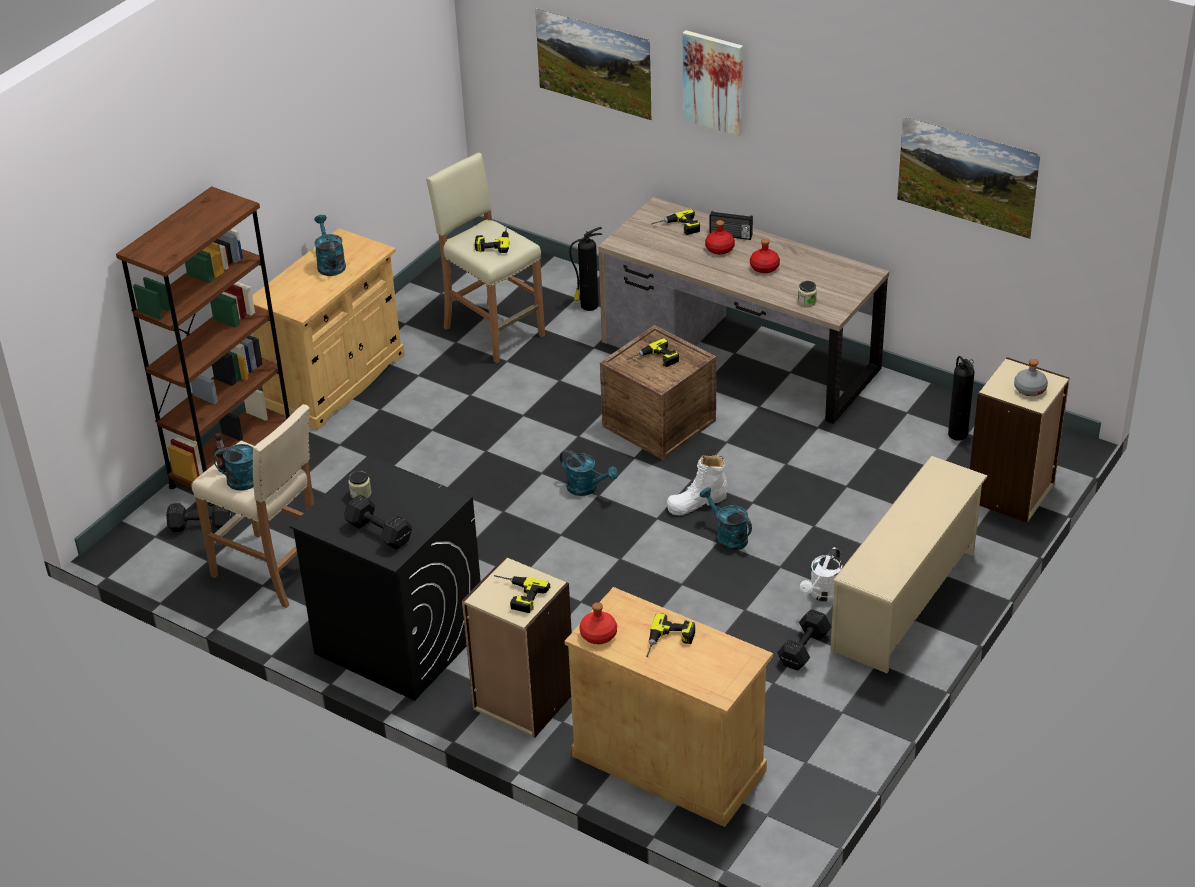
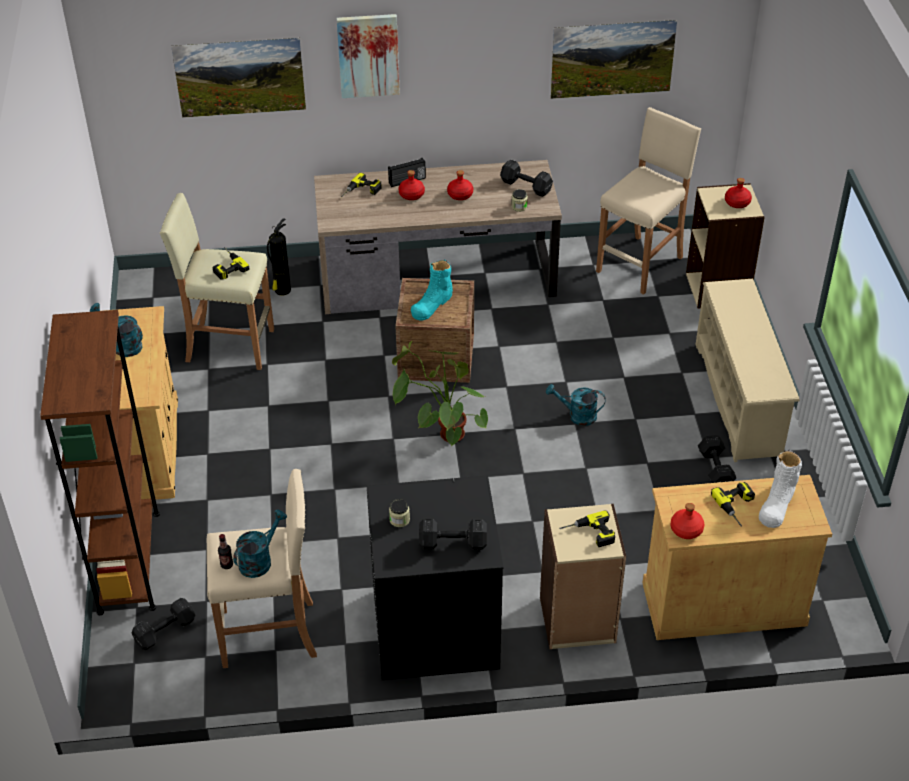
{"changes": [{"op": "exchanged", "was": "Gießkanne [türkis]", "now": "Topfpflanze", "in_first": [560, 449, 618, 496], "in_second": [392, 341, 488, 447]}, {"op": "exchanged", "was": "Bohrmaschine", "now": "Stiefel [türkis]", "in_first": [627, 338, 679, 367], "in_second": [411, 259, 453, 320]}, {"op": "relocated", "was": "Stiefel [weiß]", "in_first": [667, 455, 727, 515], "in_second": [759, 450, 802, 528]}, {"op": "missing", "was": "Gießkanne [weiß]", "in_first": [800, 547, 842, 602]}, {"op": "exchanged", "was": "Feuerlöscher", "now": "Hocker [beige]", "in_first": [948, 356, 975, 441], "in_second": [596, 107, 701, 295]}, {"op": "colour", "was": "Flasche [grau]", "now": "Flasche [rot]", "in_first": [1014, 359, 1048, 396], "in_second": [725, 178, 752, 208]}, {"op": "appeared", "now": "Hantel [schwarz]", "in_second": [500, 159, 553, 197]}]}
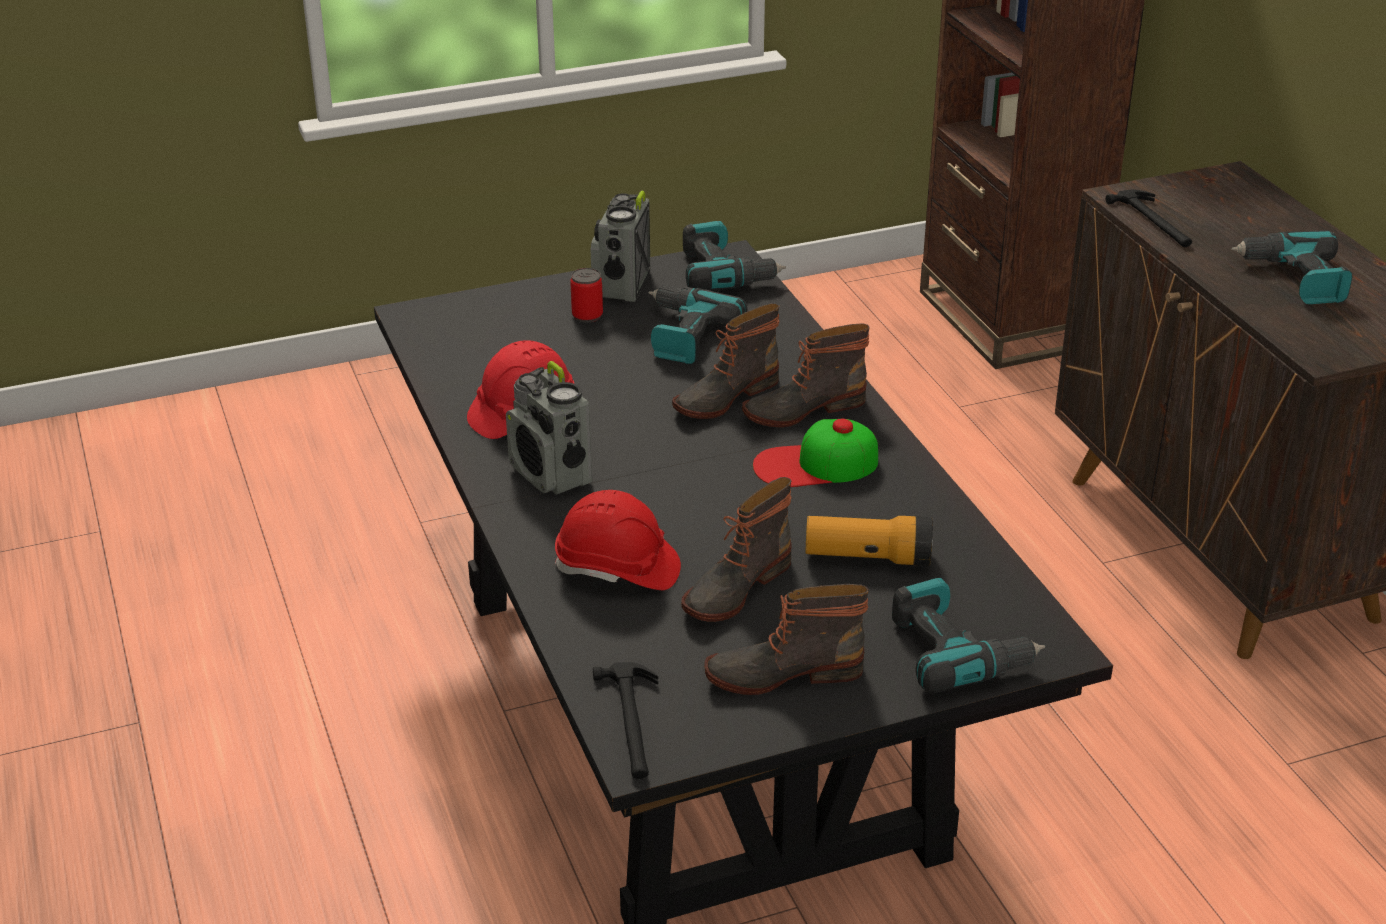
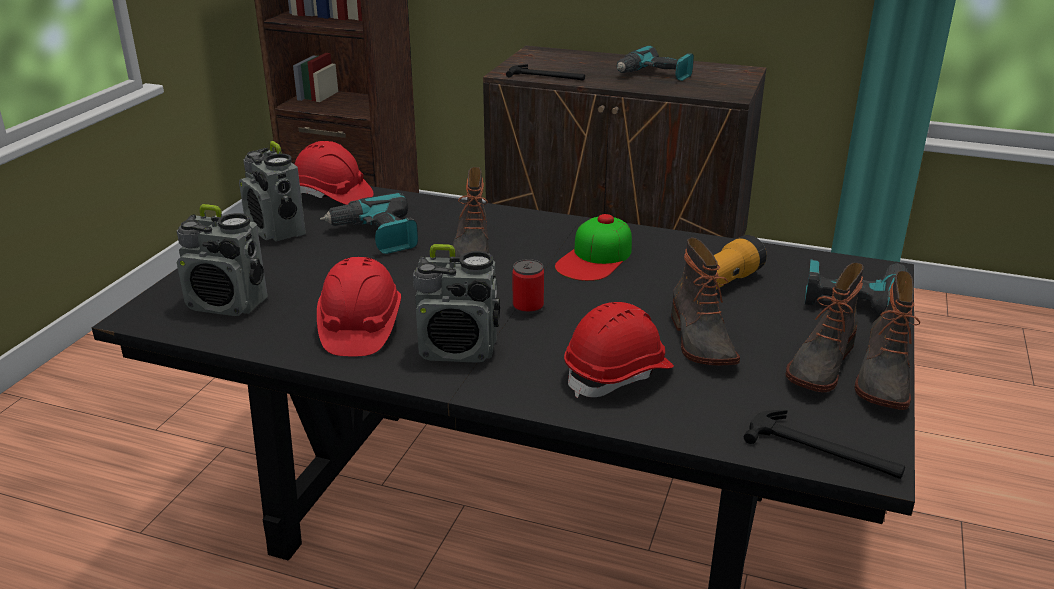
{"changes": [{"op": "relocated", "was": "Dose", "in_first": [570, 268, 603, 323], "in_second": [512, 259, 544, 314]}, {"op": "exchanged", "was": "Bohrmaschine", "now": "Schutzhelm [rot]", "in_first": [683, 221, 786, 291], "in_second": [295, 141, 373, 205]}, {"op": "relocated", "was": "Stiefel", "in_first": [742, 323, 870, 427], "in_second": [854, 271, 920, 410]}, {"op": "appeared", "now": "Radio", "in_second": [177, 204, 268, 316]}]}
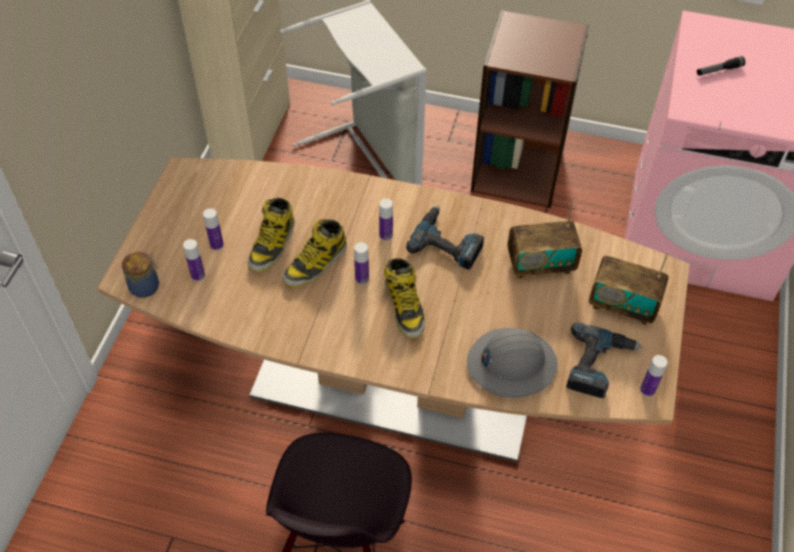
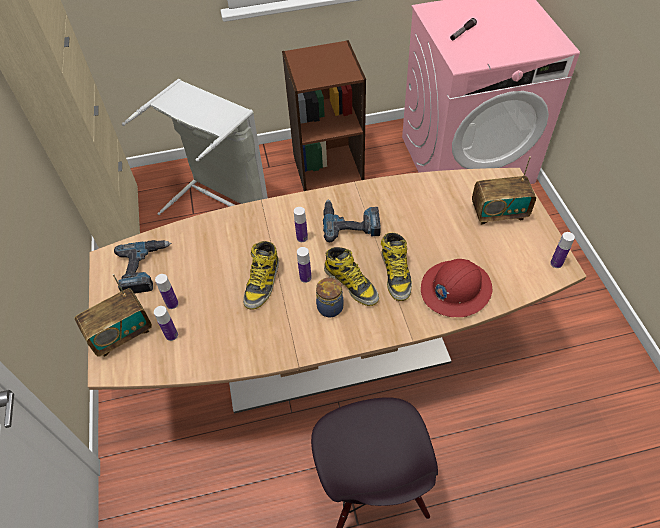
{"changes": [{"op": "relocated", "was": "Vorratsglas", "in_first": [122, 252, 159, 298], "in_second": [316, 276, 344, 318]}, {"op": "relocated", "was": "Stiefel", "in_first": [248, 198, 295, 272], "in_second": [381, 233, 412, 301]}, {"op": "colour", "was": "Schutzhelm [grau]", "now": "Schutzhelm [rot]", "in_first": [467, 328, 558, 398], "in_second": [421, 259, 492, 317]}, {"op": "relocated", "was": "Radio", "in_first": [508, 200, 582, 279], "in_second": [75, 274, 152, 357]}, {"op": "relocated", "was": "Bohrmaschine", "in_first": [566, 323, 643, 398], "in_second": [114, 240, 171, 294]}]}
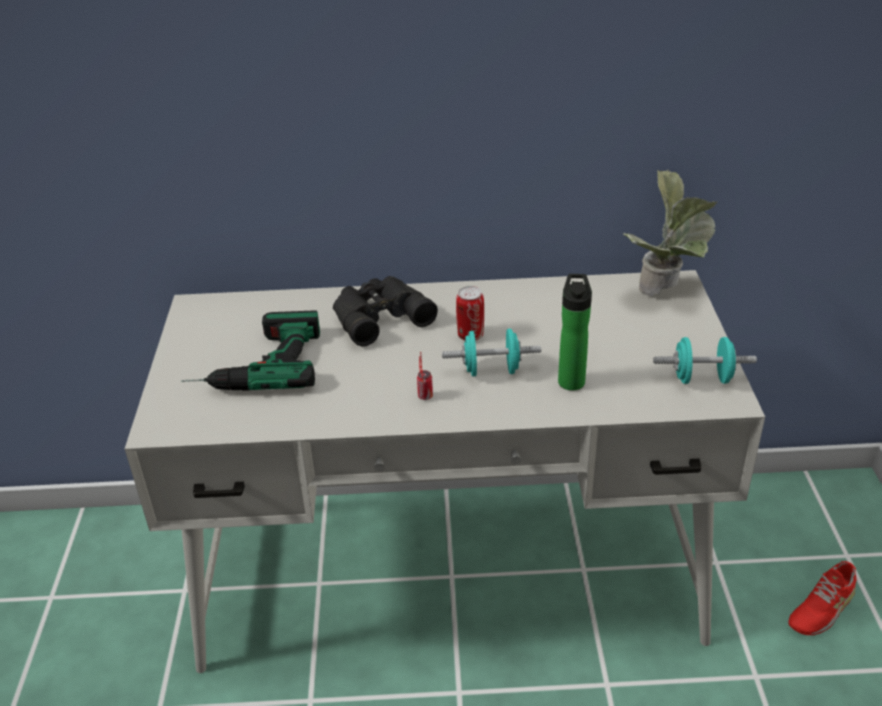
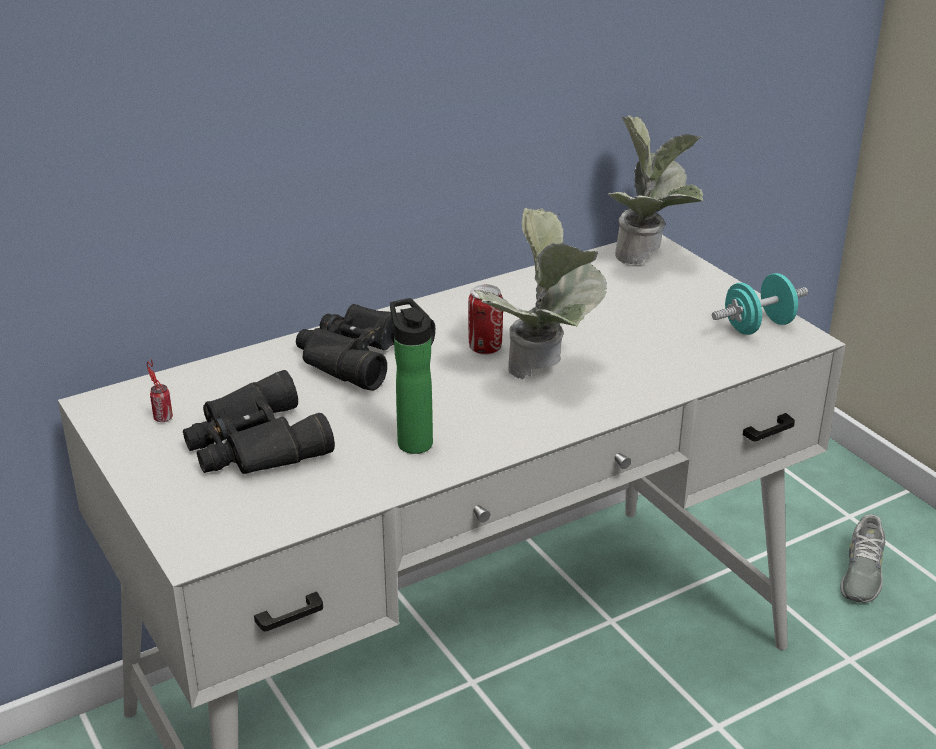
{"changes": [{"op": "exchanged", "was": "Bohrmaschine", "now": "Fernglas [schwarz]", "in_first": [181, 310, 320, 391], "in_second": [183, 370, 335, 474]}, {"op": "relocated", "was": "Dose", "in_first": [417, 352, 433, 400], "in_second": [147, 359, 173, 422]}, {"op": "exchanged", "was": "Hantel [türkis]", "now": "Topfpflanze", "in_first": [442, 329, 541, 376], "in_second": [474, 208, 607, 379]}, {"op": "relocated", "was": "Flasche", "in_first": [558, 274, 592, 391], "in_second": [390, 298, 433, 454]}, {"op": "colour", "was": "Schuh [rot]", "now": "Schuh [grau]", "in_first": [788, 561, 857, 635], "in_second": [840, 514, 885, 603]}]}
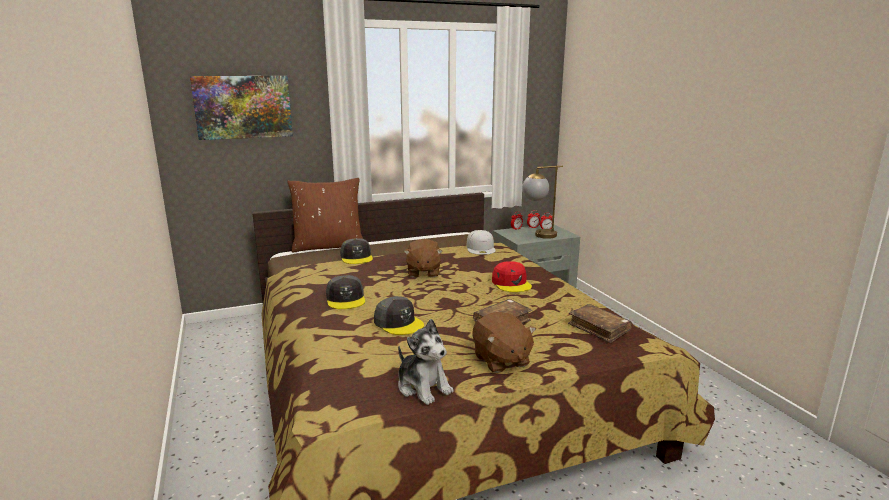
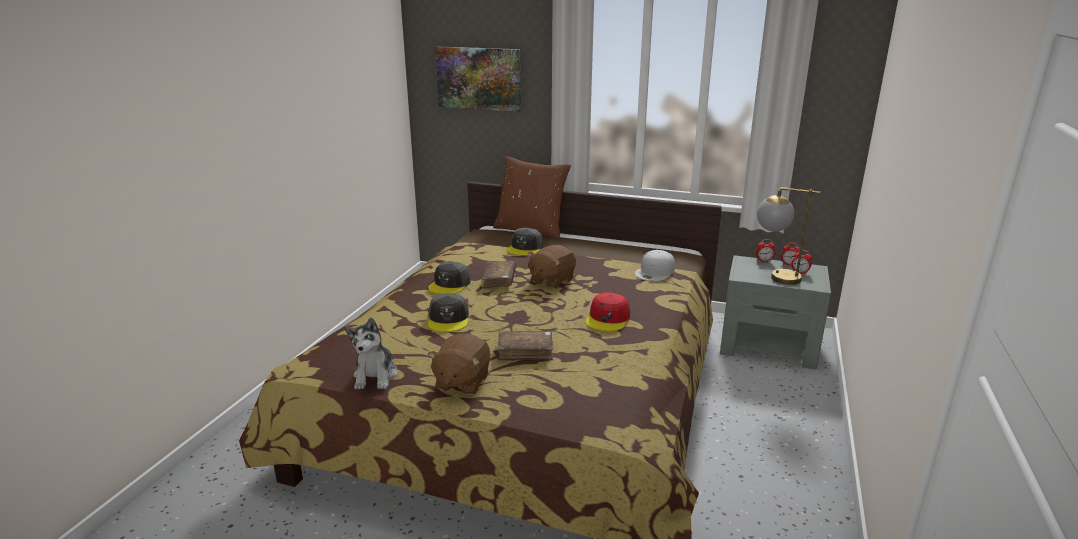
{"changes": [{"op": "relocated", "was": "Buch [braun]", "in_first": [568, 304, 632, 343], "in_second": [482, 261, 516, 289]}]}
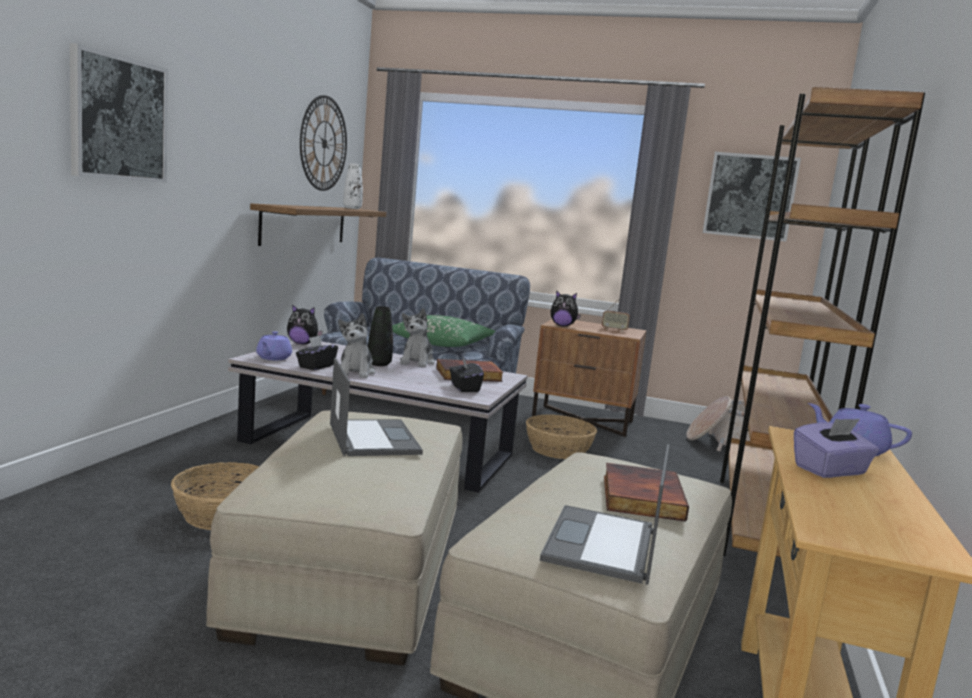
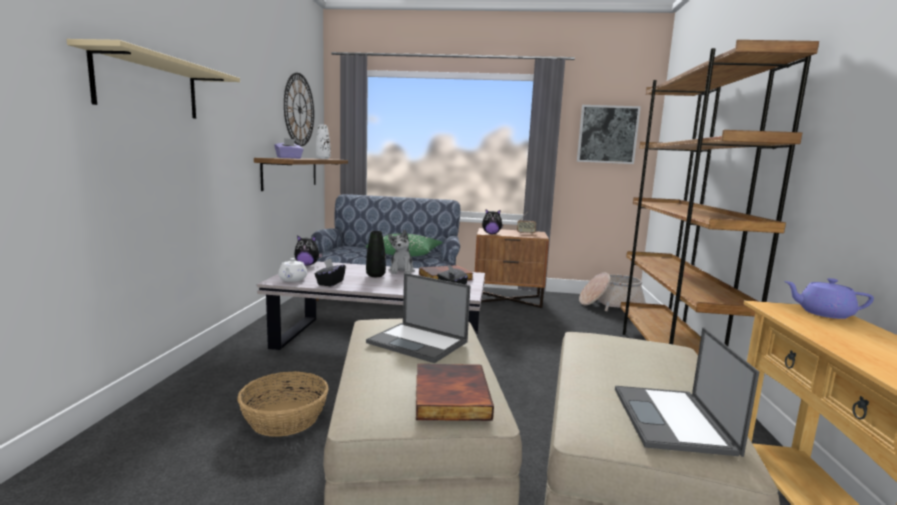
{"changes": [{"op": "exchanged", "was": "Bild", "now": "Wandregal [beige]", "in_first": [70, 43, 168, 183], "in_second": [67, 39, 240, 119]}, {"op": "colour", "was": "Teekanne [lila]", "now": "Teekanne [weiß]", "in_first": [256, 331, 292, 360], "in_second": [278, 258, 307, 282]}, {"op": "spun", "was": "Laptop", "in_first": [330, 357, 423, 456], "in_second": [366, 273, 470, 363], "clockwise": 150}, {"op": "missing", "was": "Plüschtier", "in_first": [338, 313, 375, 378]}, {"op": "missing", "was": "Korb", "in_first": [526, 414, 597, 459]}, {"op": "relocated", "was": "Buch", "in_first": [604, 463, 689, 521], "in_second": [416, 364, 494, 421]}, {"op": "relocated", "was": "Taschentuchbox [lila]", "in_first": [794, 419, 879, 478], "in_second": [274, 138, 304, 159]}]}
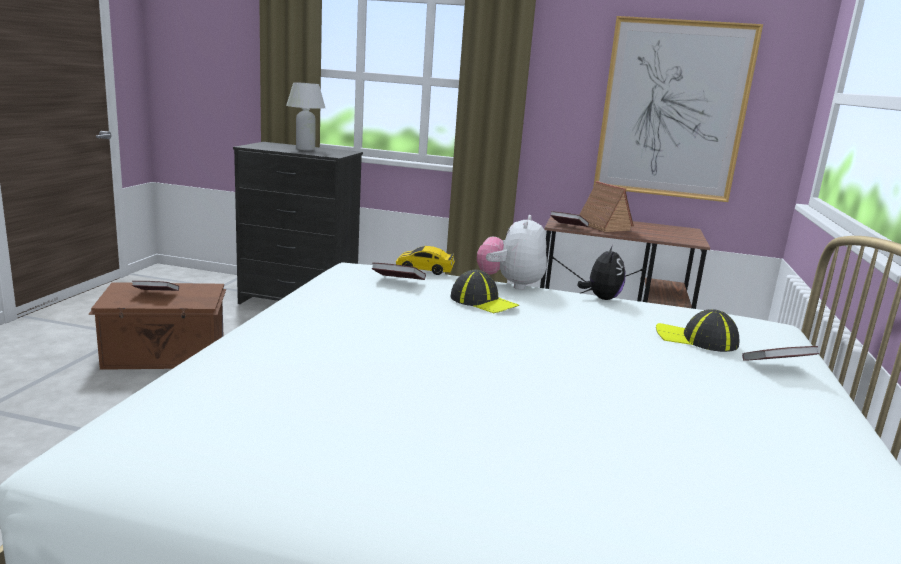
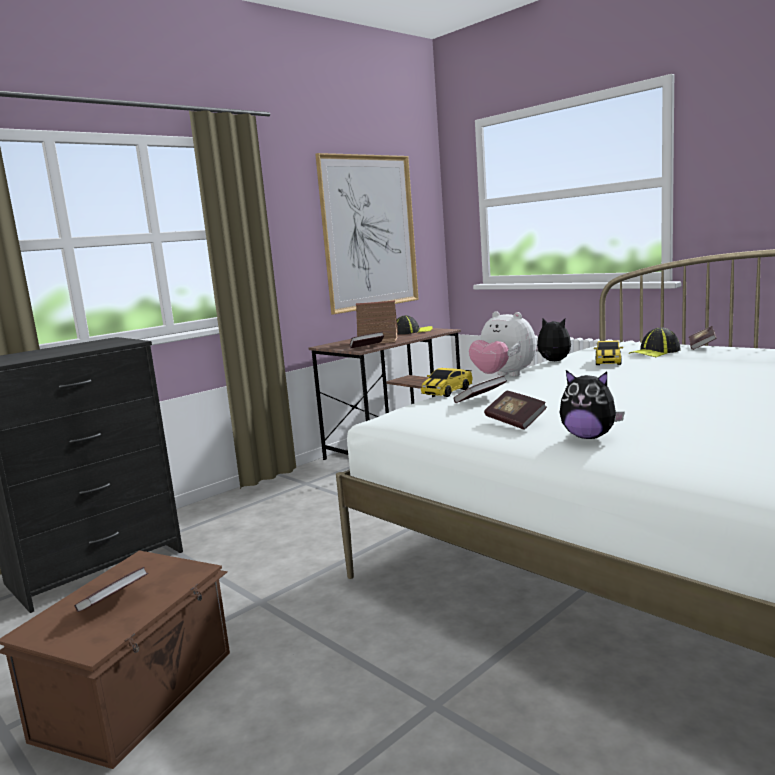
{"changes": [{"op": "missing", "was": "Tischlampe [weiß]", "in_first": [286, 82, 325, 151]}, {"op": "relocated", "was": "Kappe", "in_first": [451, 270, 519, 313], "in_second": [397, 315, 433, 334]}, {"op": "appeared", "now": "Buch", "in_second": [484, 391, 547, 430]}, {"op": "appeared", "now": "Plüschtier", "in_second": [560, 370, 625, 439]}, {"op": "appeared", "now": "Spielzeugauto", "in_second": [594, 340, 623, 365]}]}
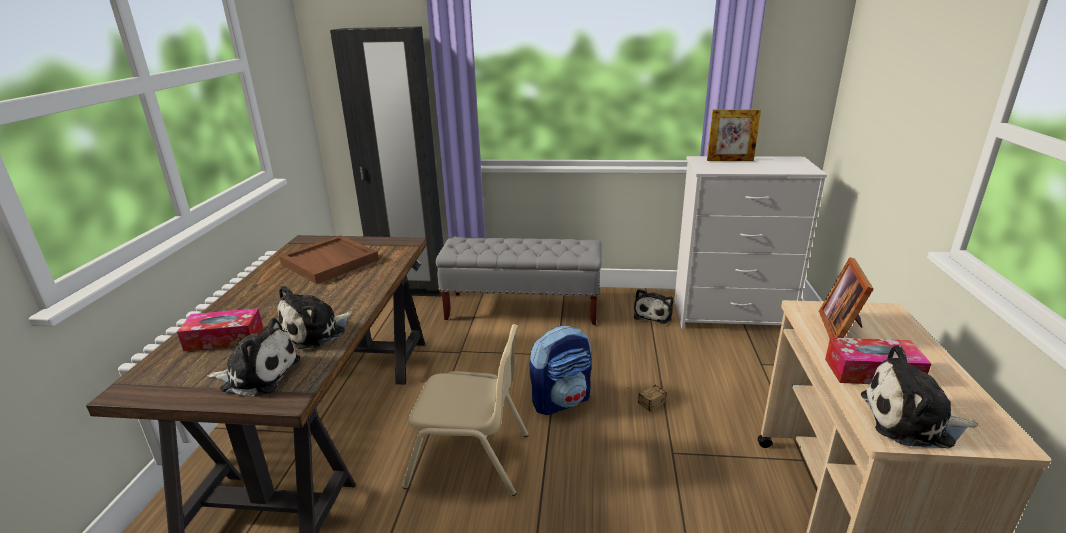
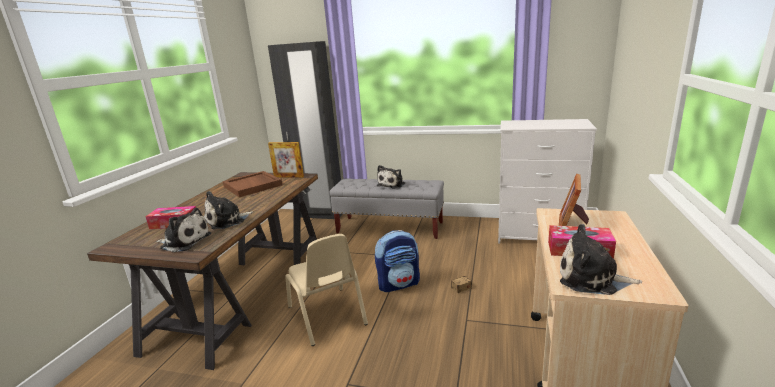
{"changes": [{"op": "spun", "was": "Stuhl [beige]", "in_first": [402, 324, 529, 496], "in_second": [285, 234, 368, 346], "clockwise": 45}, {"op": "relocated", "was": "Plüschtier", "in_first": [634, 289, 674, 324], "in_second": [377, 165, 405, 188]}, {"op": "relocated", "was": "Bilderrahmen", "in_first": [707, 109, 761, 161], "in_second": [268, 142, 304, 178]}]}
